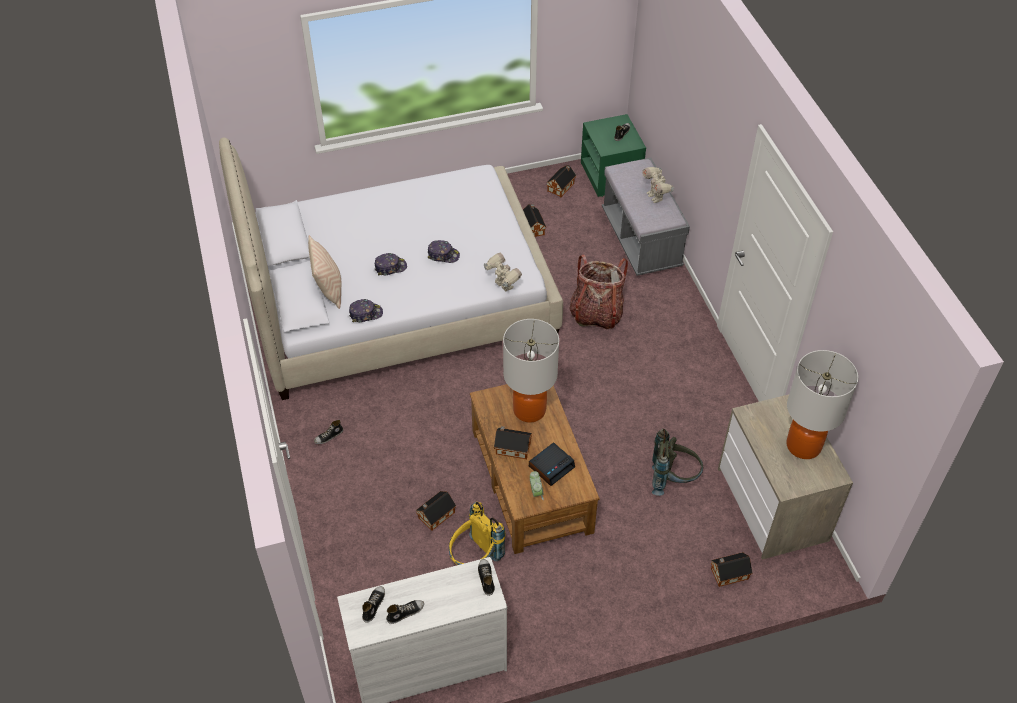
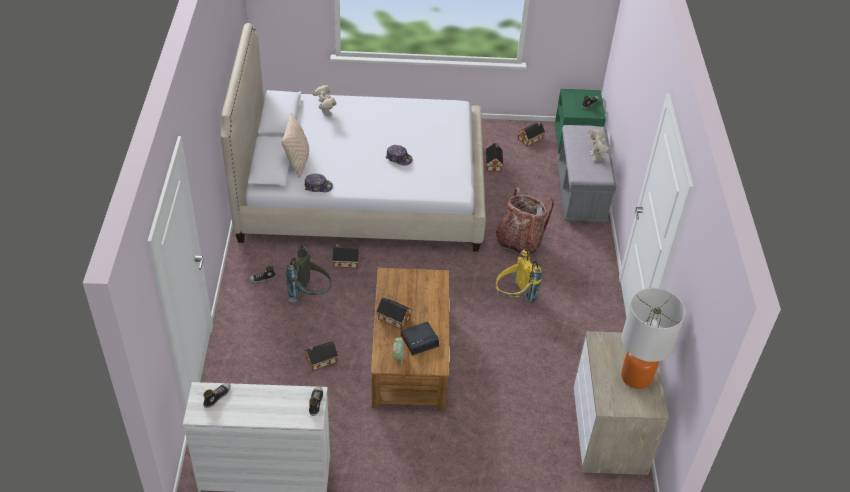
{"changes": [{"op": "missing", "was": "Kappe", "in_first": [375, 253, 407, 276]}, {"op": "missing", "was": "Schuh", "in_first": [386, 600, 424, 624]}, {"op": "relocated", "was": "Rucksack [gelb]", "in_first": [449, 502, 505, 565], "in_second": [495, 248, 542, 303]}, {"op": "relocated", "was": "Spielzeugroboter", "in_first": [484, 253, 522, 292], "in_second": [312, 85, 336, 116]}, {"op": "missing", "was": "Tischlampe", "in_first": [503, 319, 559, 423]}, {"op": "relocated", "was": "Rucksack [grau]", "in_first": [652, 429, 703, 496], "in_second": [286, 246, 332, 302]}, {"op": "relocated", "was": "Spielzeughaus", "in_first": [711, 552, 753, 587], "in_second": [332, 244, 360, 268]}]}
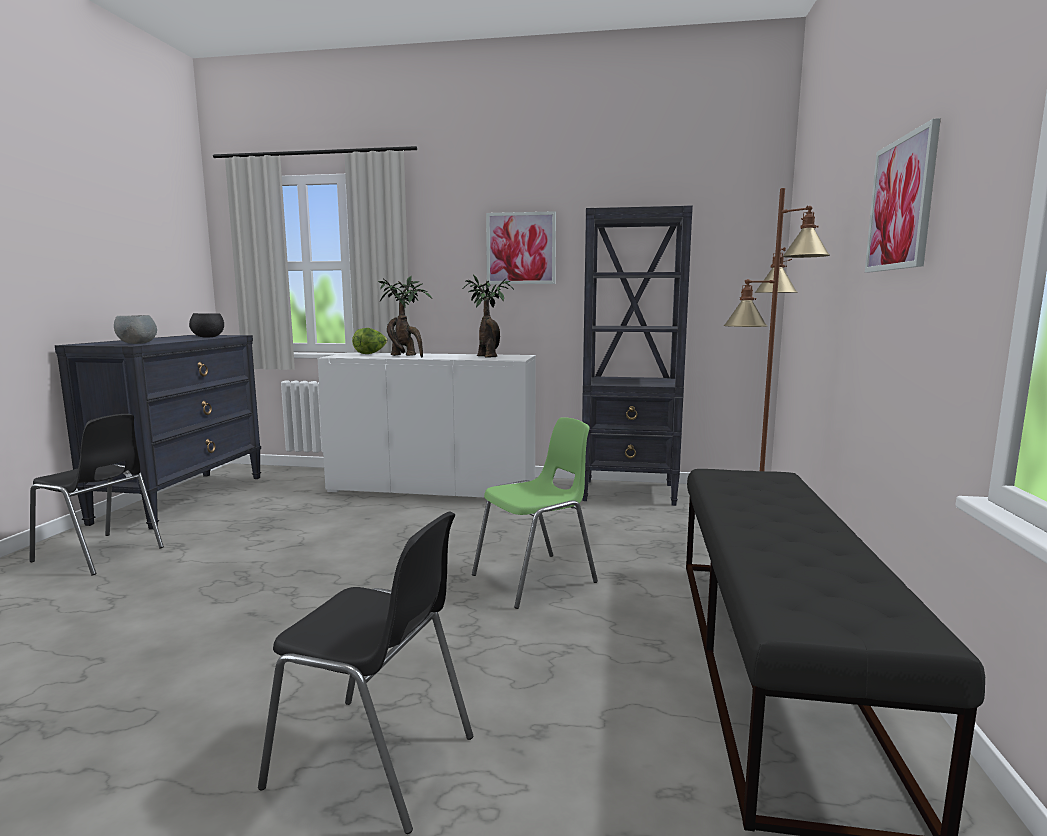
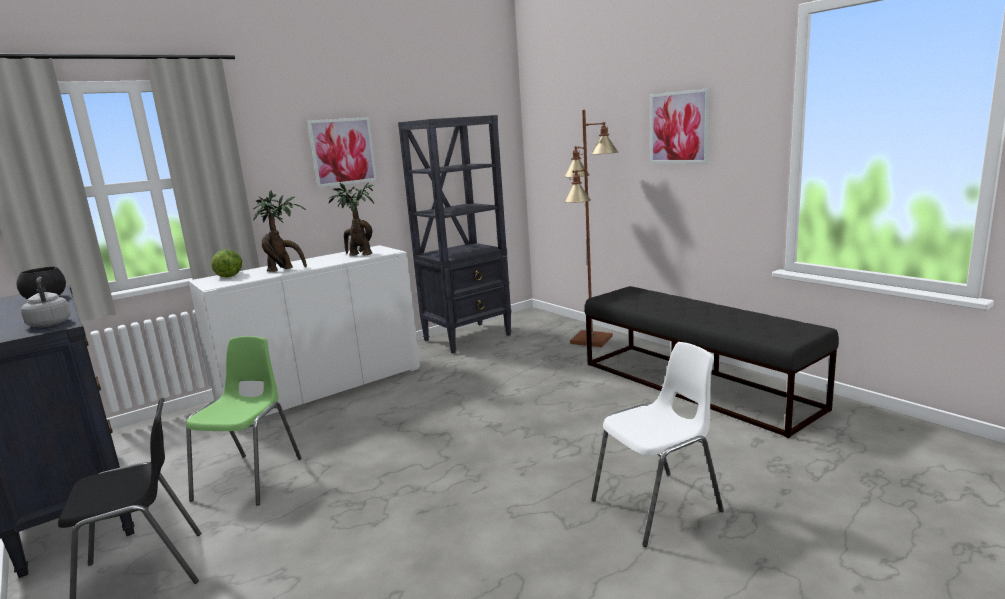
{"changes": [{"op": "exchanged", "was": "Schüssel [grau]", "now": "Wasserkessel [grau]", "in_first": [114, 315, 157, 344], "in_second": [21, 277, 71, 327]}, {"op": "colour", "was": "Stuhl [schwarz]", "now": "Stuhl [weiß]", "in_first": [258, 512, 473, 834], "in_second": [591, 342, 724, 547]}, {"op": "relocated", "was": "Stuhl [grün]", "in_first": [472, 418, 598, 609], "in_second": [186, 336, 301, 505]}]}
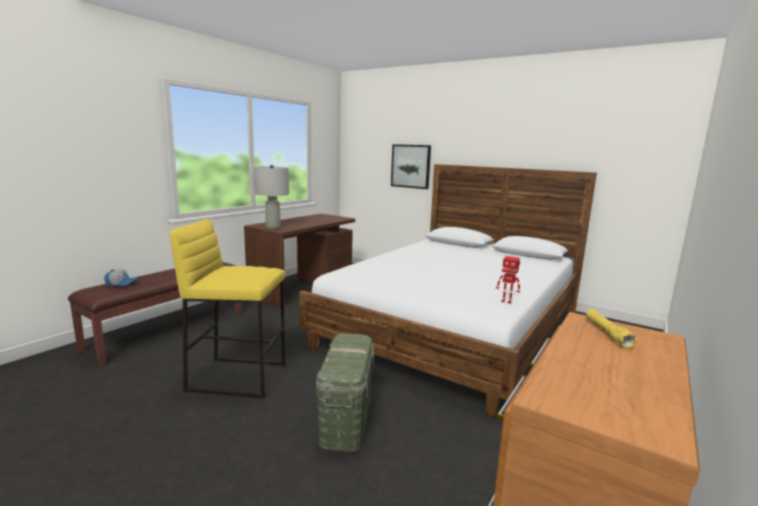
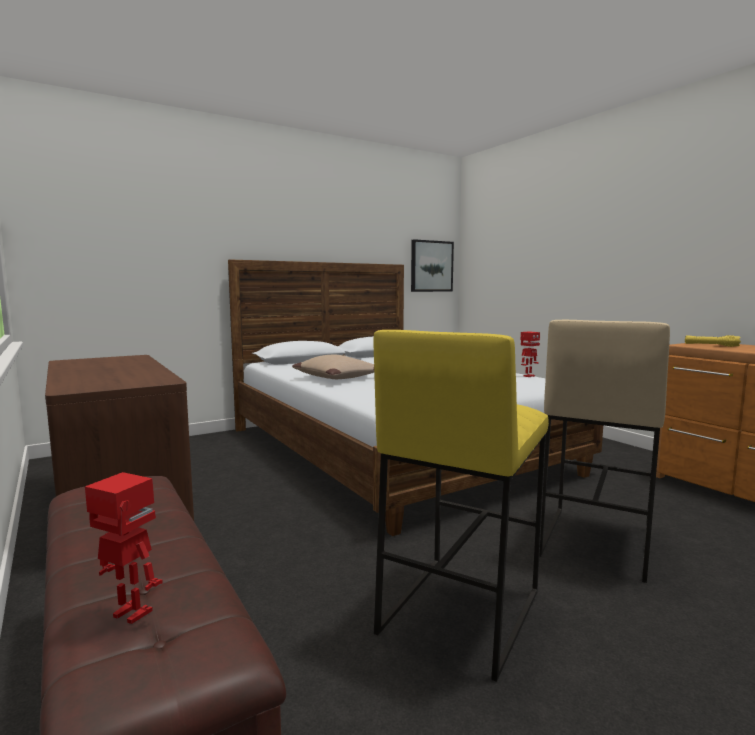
{"changes": [{"op": "exchanged", "was": "Kappe", "now": "Spielzeugroboter", "in_first": [104, 269, 139, 287], "in_second": [85, 472, 163, 624]}, {"op": "missing", "was": "Tischlampe [grau]", "in_first": [254, 165, 289, 229]}, {"op": "exchanged", "was": "Aufbewahrungsbox [grün]", "now": "Hocker [beige]", "in_first": [316, 333, 374, 452], "in_second": [539, 320, 670, 583]}, {"op": "relocated", "was": "Bild", "in_first": [391, 144, 431, 189], "in_second": [411, 239, 454, 292]}, {"op": "appeared", "now": "Kissen [beige]", "in_second": [292, 355, 374, 379]}]}
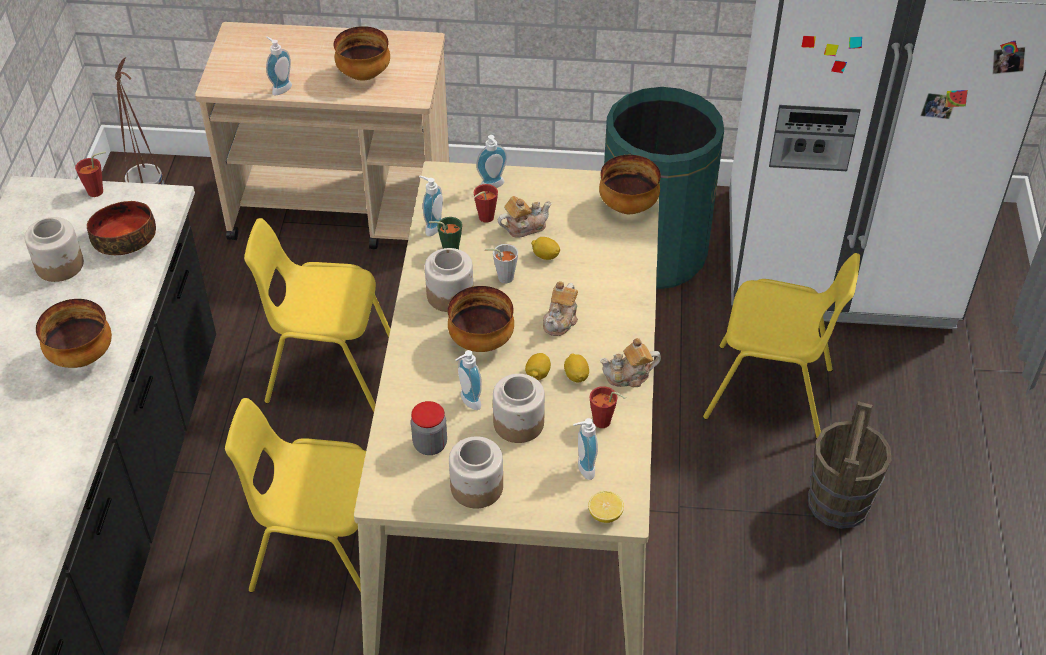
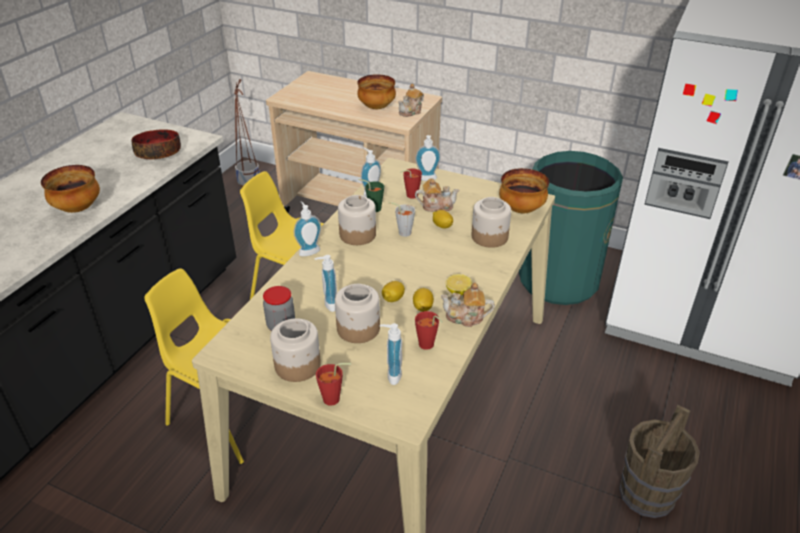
{"changes": [{"op": "relocated", "was": "Vorratsglas", "in_first": [25, 217, 84, 282], "in_second": [472, 197, 511, 248]}, {"op": "relocated", "was": "Tasse [rot]", "in_first": [75, 151, 106, 197], "in_second": [316, 363, 351, 406]}, {"op": "relocated", "was": "Seifenspender", "in_first": [266, 37, 292, 95], "in_second": [294, 201, 321, 256]}, {"op": "missing", "was": "Schüssel", "in_first": [448, 286, 514, 352]}, {"op": "relocated", "was": "Teekanne", "in_first": [543, 281, 578, 336], "in_second": [398, 84, 424, 117]}, {"op": "relocated", "was": "Zitrone", "in_first": [588, 491, 624, 523], "in_second": [445, 274, 472, 295]}, {"op": "missing", "was": "Stuhl [gelb]", "in_first": [703, 253, 860, 438]}]}
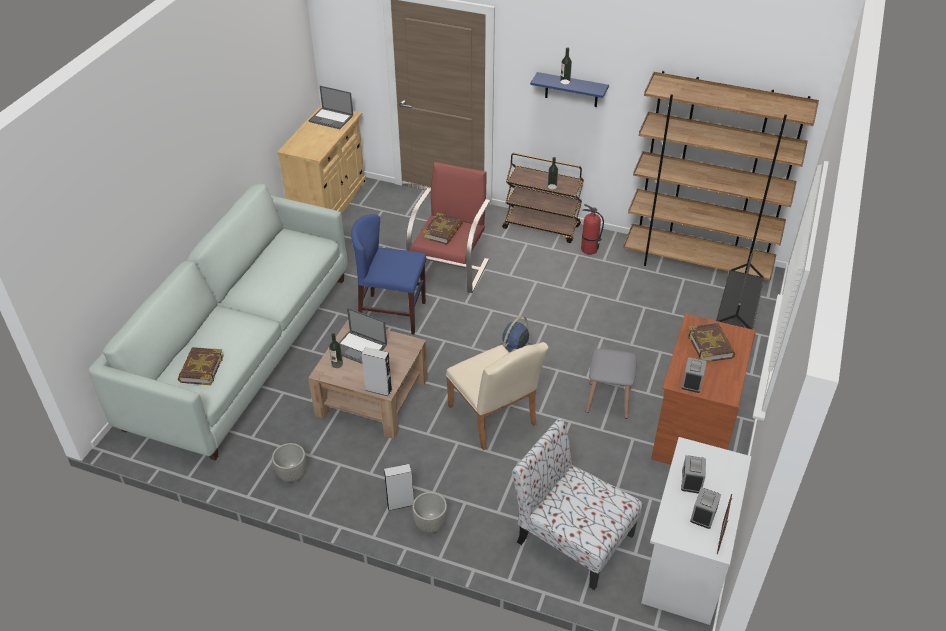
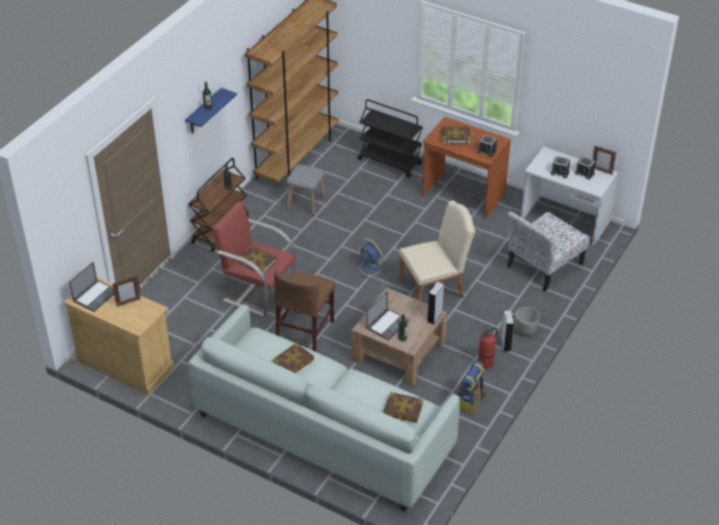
{"changes": [{"op": "exchanged", "was": "Pflanzkübel [grau]", "now": "Rucksack", "in_first": [272, 443, 306, 482], "in_second": [457, 361, 485, 414]}, {"op": "colour", "was": "Stuhl [blau]", "now": "Stuhl [braun]", "in_first": [351, 214, 426, 335], "in_second": [274, 270, 336, 352]}, {"op": "relocated", "was": "Feuerlöscher", "in_first": [581, 204, 604, 255], "in_second": [478, 328, 497, 369]}, {"op": "relocated", "was": "Hocker [grau]", "in_first": [586, 349, 637, 419], "in_second": [286, 164, 326, 216]}, {"op": "appeared", "now": "Bilderrahmen", "in_second": [112, 275, 141, 307]}, {"op": "appeared", "now": "Buch", "in_second": [272, 343, 314, 373]}]}
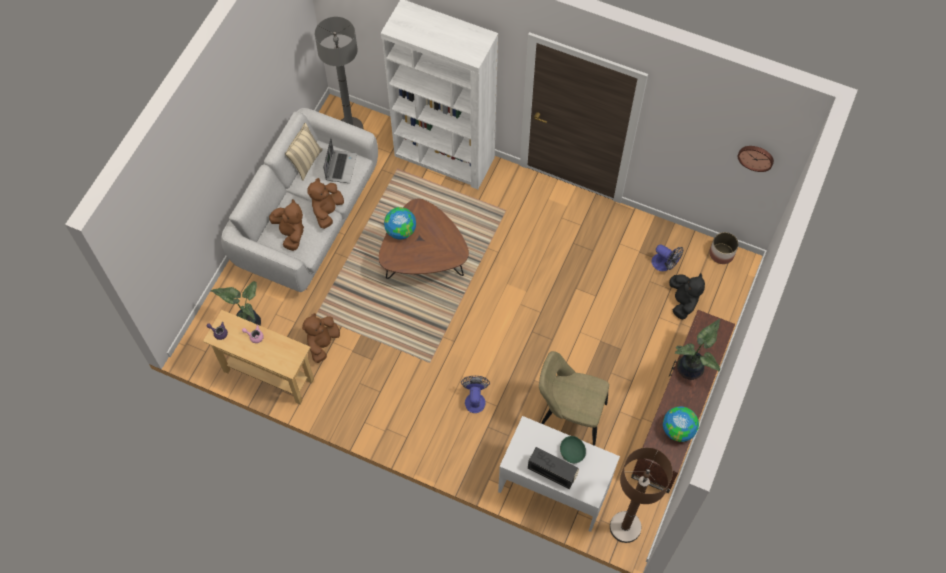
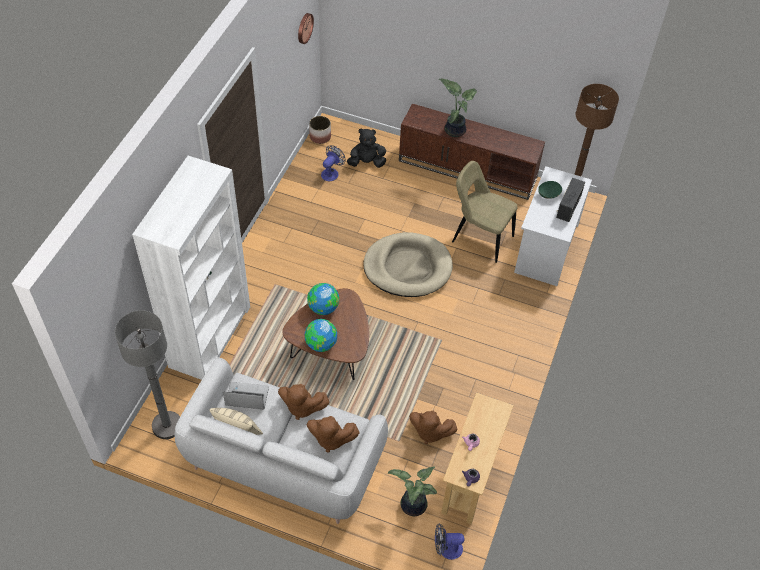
{"changes": [{"op": "spun", "was": "Plüschtier [braun]", "in_first": [269, 199, 304, 251], "in_second": [306, 416, 360, 452], "clockwise": -135}, {"op": "relocated", "was": "Ventilator", "in_first": [461, 376, 490, 413], "in_second": [435, 523, 464, 560]}, {"op": "spun", "was": "Stuhl [beige]", "in_first": [539, 351, 609, 446], "in_second": [452, 161, 518, 263], "clockwise": 105}, {"op": "relocated", "was": "Globus", "in_first": [663, 406, 699, 442], "in_second": [307, 283, 339, 315]}, {"op": "appeared", "now": "Hundebett [beige]", "in_second": [363, 232, 453, 297]}]}
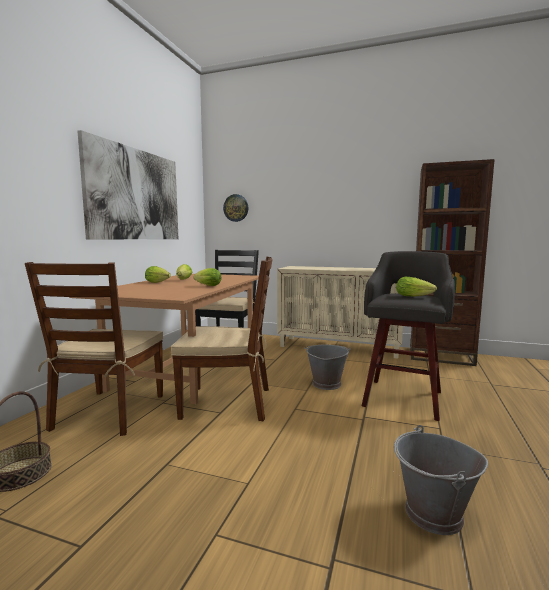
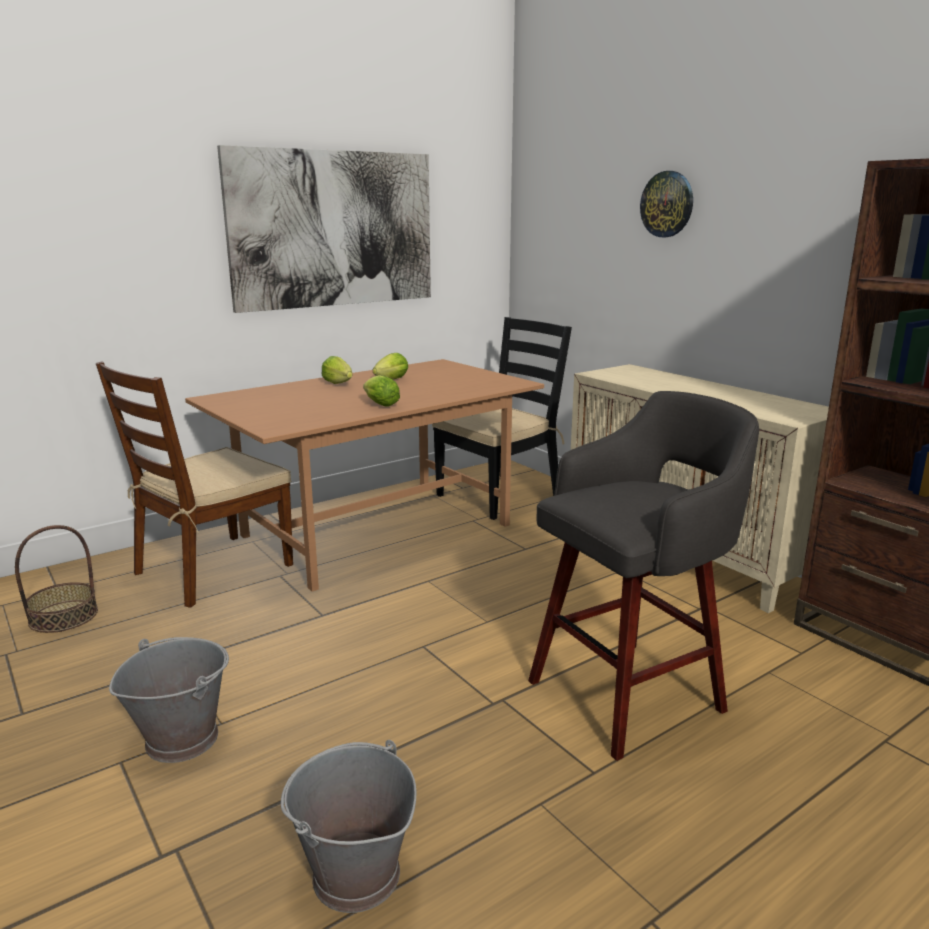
{"changes": [{"op": "missing", "was": "Stuhl [braun]", "in_first": [171, 257, 273, 421]}, {"op": "relocated", "was": "Wanduhr", "in_first": [223, 194, 248, 222], "in_second": [640, 171, 693, 237]}, {"op": "relocated", "was": "Eimer [grau]", "in_first": [304, 345, 351, 390], "in_second": [109, 637, 229, 763]}, {"op": "missing", "was": "Salatkopf", "in_first": [396, 277, 437, 297]}]}
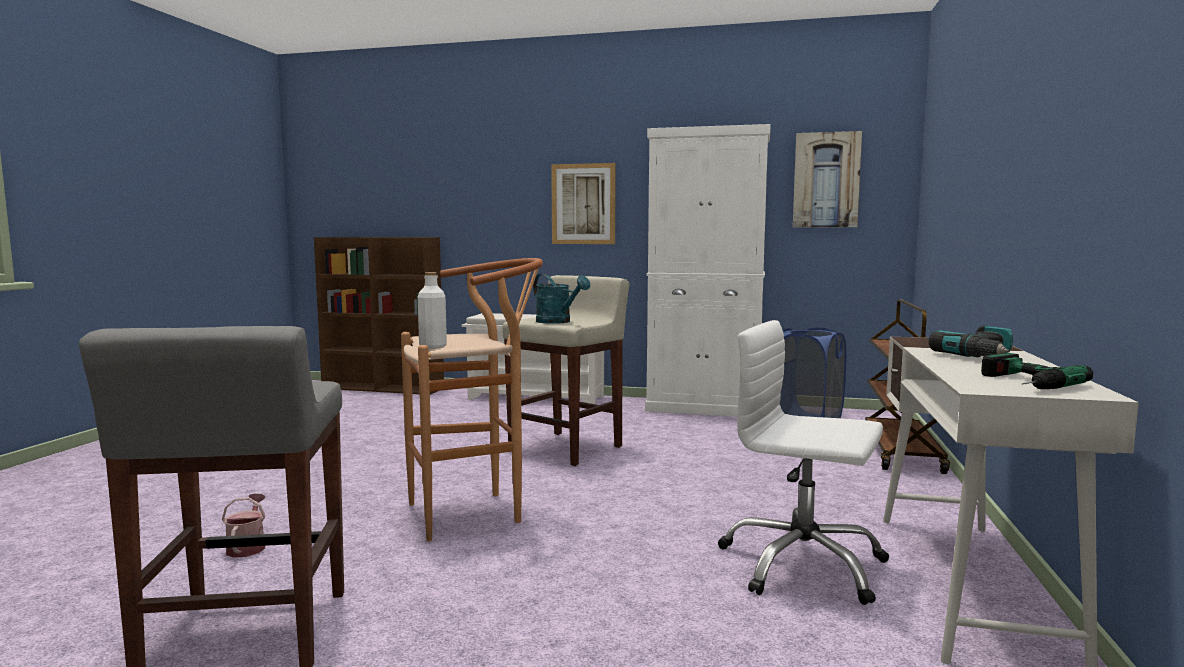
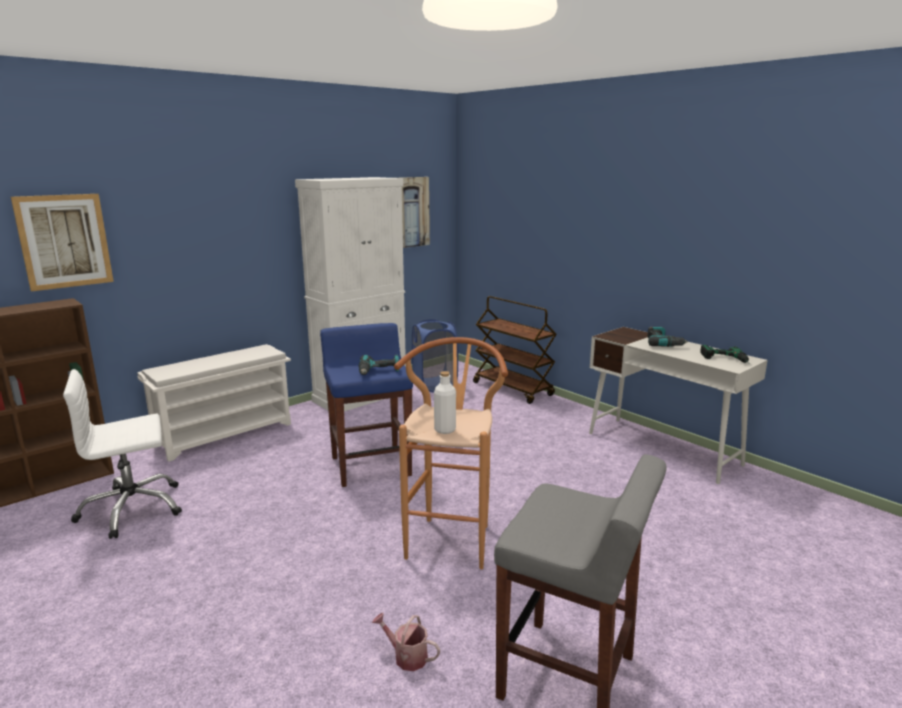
{"changes": [{"op": "colour", "was": "Hocker [beige]", "now": "Hocker [blau]", "in_first": [502, 275, 629, 466], "in_second": [320, 323, 413, 487]}, {"op": "exchanged", "was": "Gießkanne [türkis]", "now": "Bohrmaschine", "in_first": [533, 274, 590, 324], "in_second": [359, 355, 399, 375]}, {"op": "relocated", "was": "Bild", "in_first": [551, 163, 616, 244], "in_second": [11, 194, 114, 292]}, {"op": "relocated", "was": "Bürostuhl [weiß]", "in_first": [718, 320, 889, 605], "in_second": [63, 369, 182, 539]}]}
